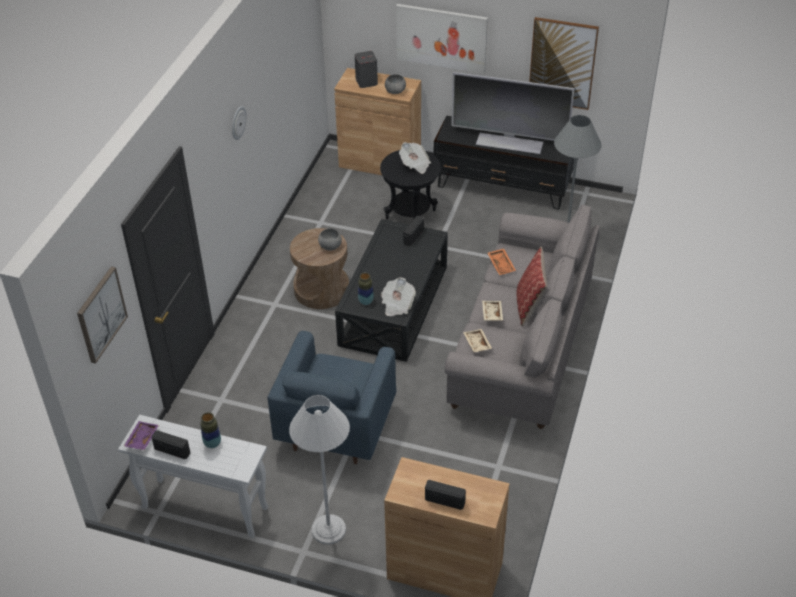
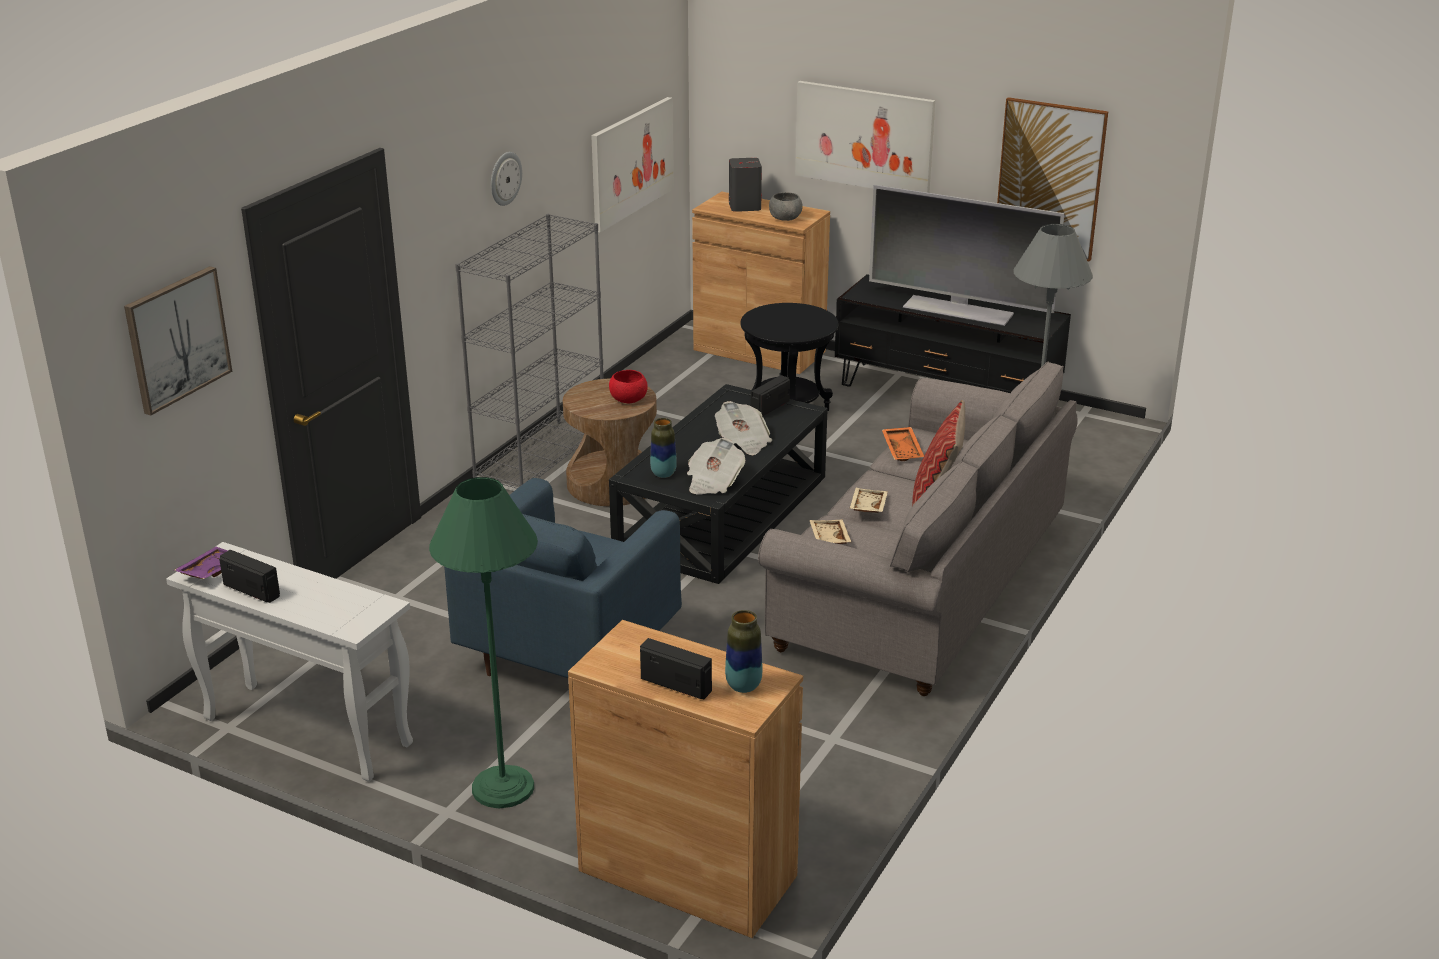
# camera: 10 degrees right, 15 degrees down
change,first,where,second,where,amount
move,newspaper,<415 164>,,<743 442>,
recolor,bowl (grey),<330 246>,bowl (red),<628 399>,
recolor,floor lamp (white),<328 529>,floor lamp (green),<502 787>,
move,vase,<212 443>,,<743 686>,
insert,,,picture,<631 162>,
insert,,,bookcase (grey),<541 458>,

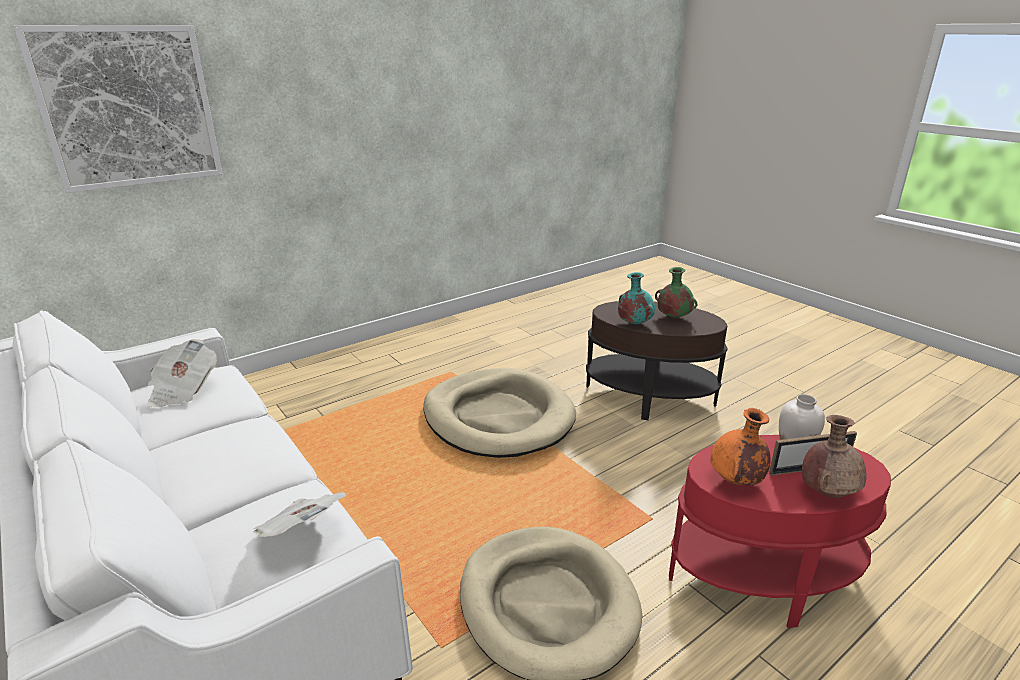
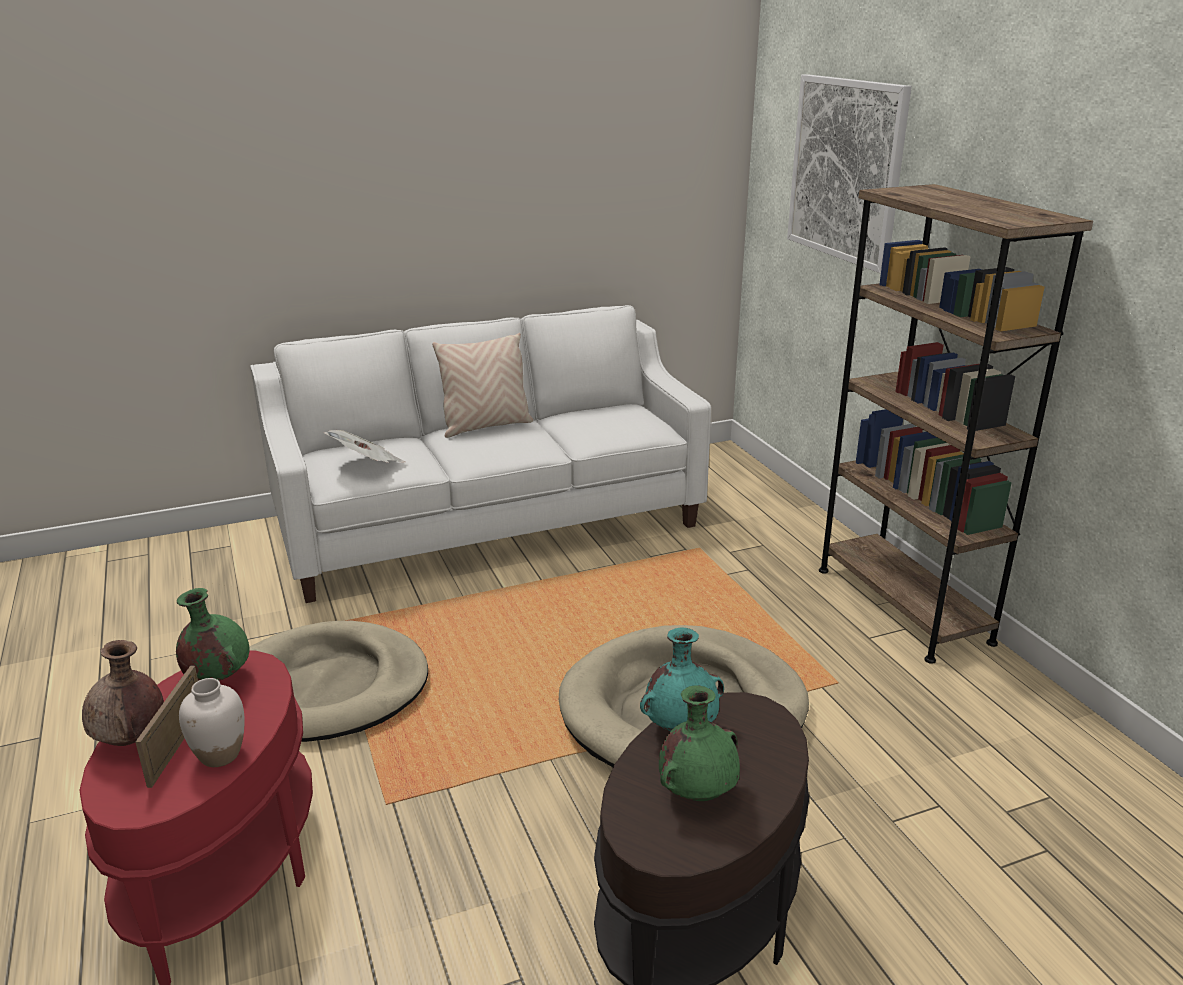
# camera: 105 degrees right, 0 degrees up
change,first,where,second,where,amount
delete,newspaper,<183 390>,,,
recolor,vase (orange),<735 481>,vase (green),<217 677>,
insert,,,bookcase (brown),<902 605>,
insert,,,pillow (beige),<486 426>,

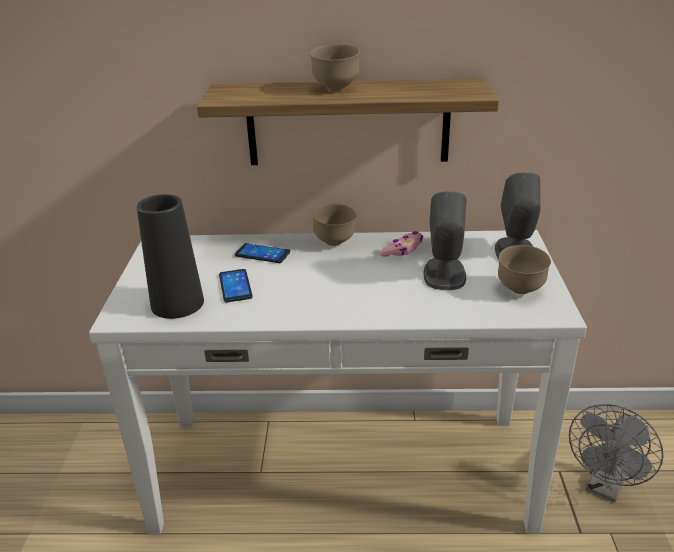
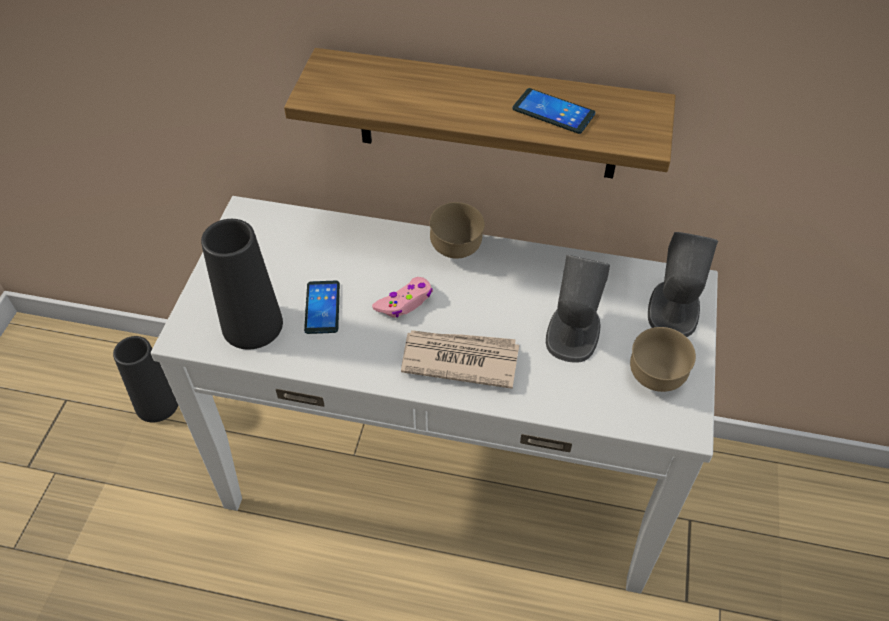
# camera: 10 degrees right, 20 degrees up
change,first,where,second,where,amount
delete,bowl (brown),<335 89>,,,
move,game controller (pink),<402 250>,,<405 302>,
move,phone,<262 254>,,<553 112>,
delete,fan (grey),<605 487>,,,
insert,,,newspaper,<459 359>,
insert,,,vase (black),<157 404>,

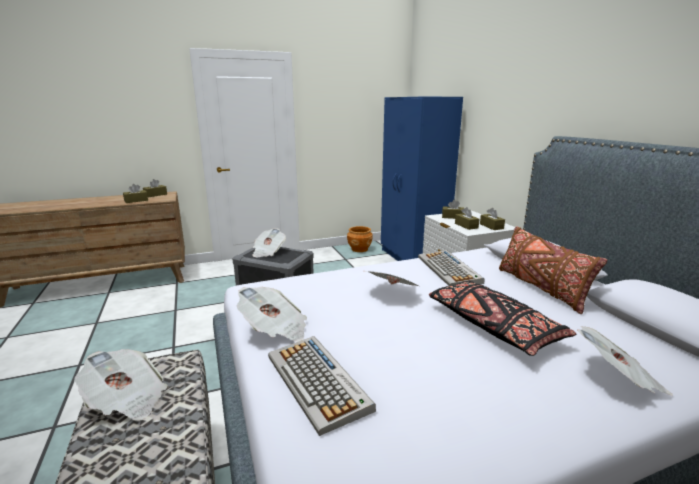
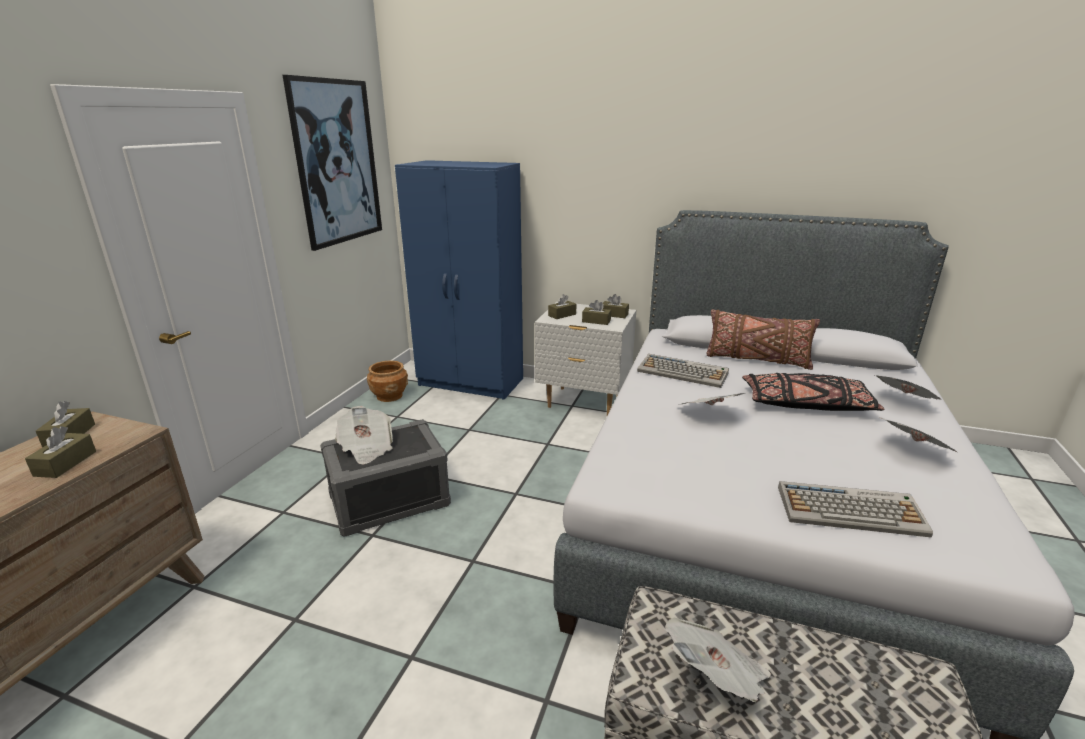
# camera: 50 degrees left, 5 degrees up
change,first,where,second,where,amount
move,newspaper,<275 330>,,<915 452>,
insert,,,picture,<337 163>,

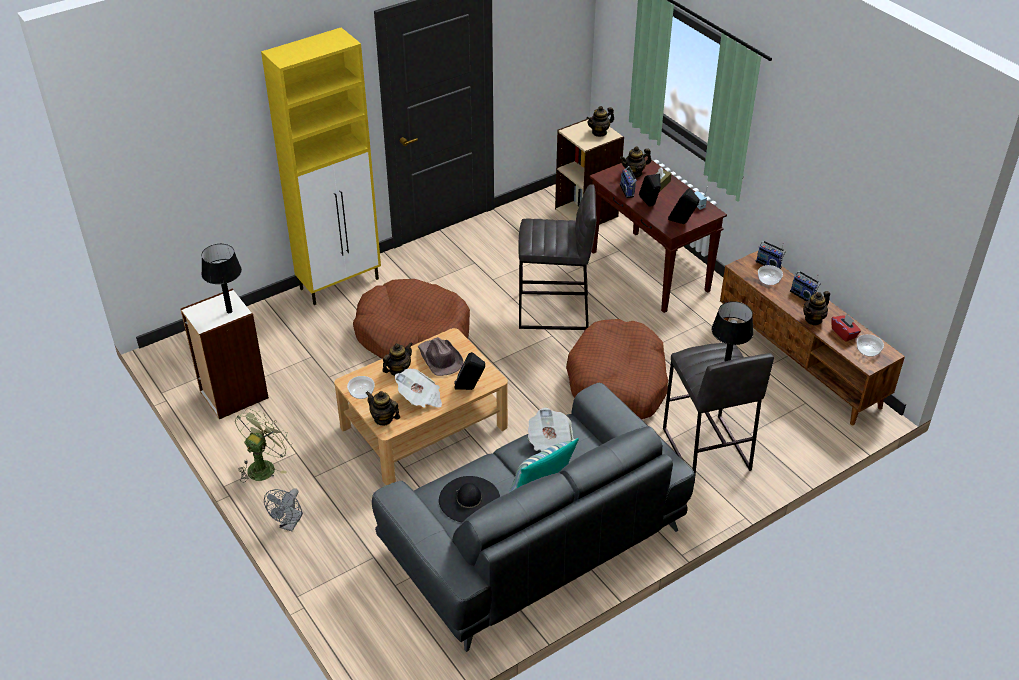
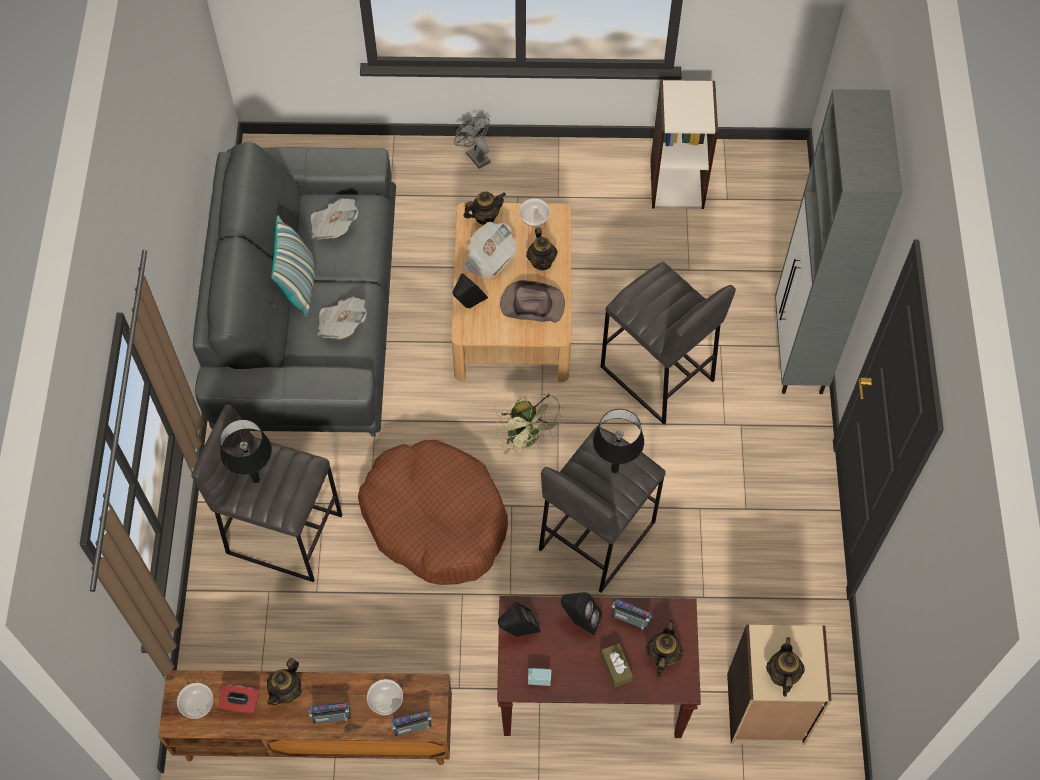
# camera: 125 degrees right, 20 degrees up
change,first,where,second,where,amount
recolor,cabinet (yellow),<340 283>,cabinet (grey),<798 353>,
move,table lamp (black),<229 311>,,<614 470>,
replace,dog bed (brown),<413 335>,stool (grey),<657 375>,
rotate,teapot,<813 319>,,<287 691>,150 degrees counterclockwise
move,fan (green),<264 466>,,<528 439>,
replace,hat (black),<469 499>,newspaper,<334 226>,

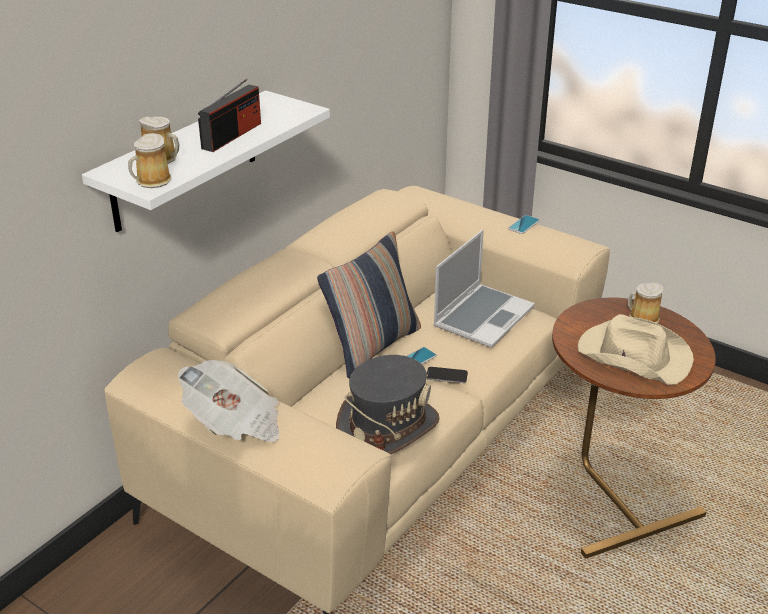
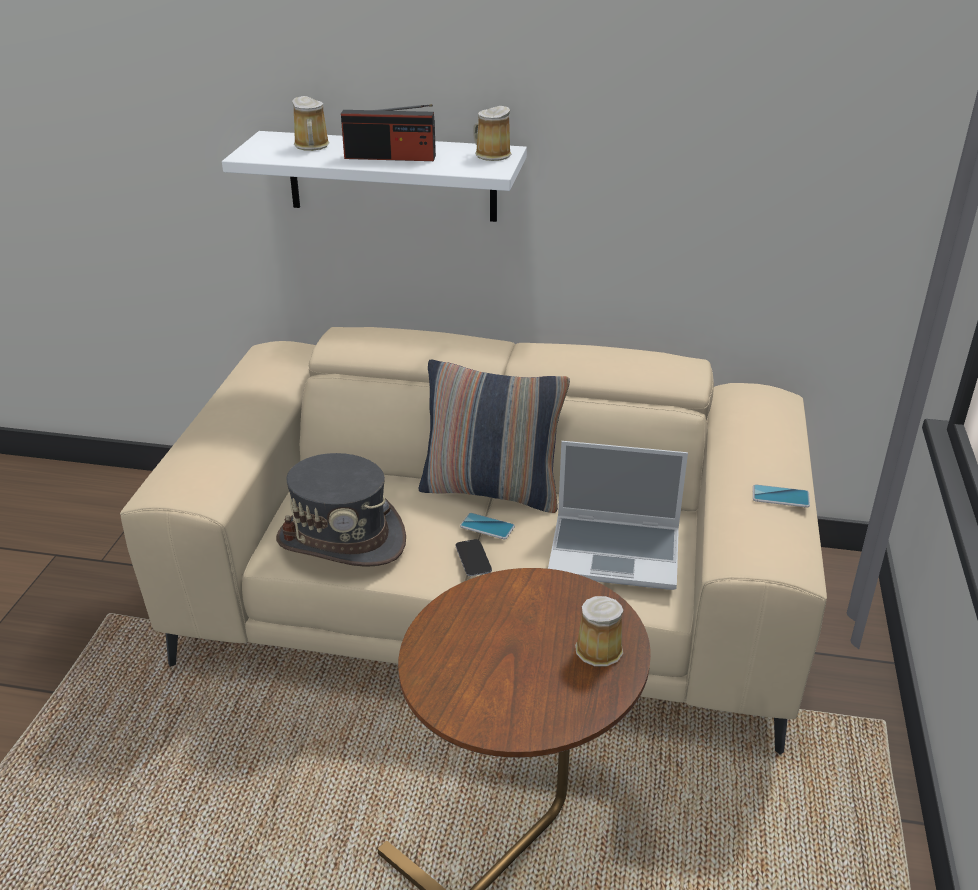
# camera: 65 degrees right, 0 degrees up
change,first,where,second,where,amount
move,mug,<151 181>,,<491 155>,
delete,hat (beige),<633 355>,,,
delete,newspaper,<235 424>,,,

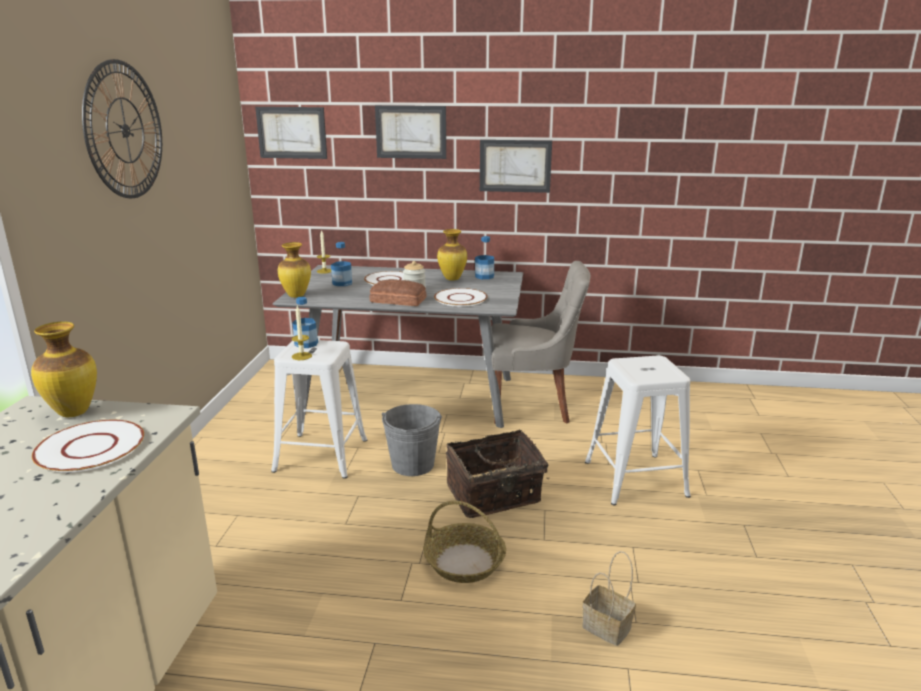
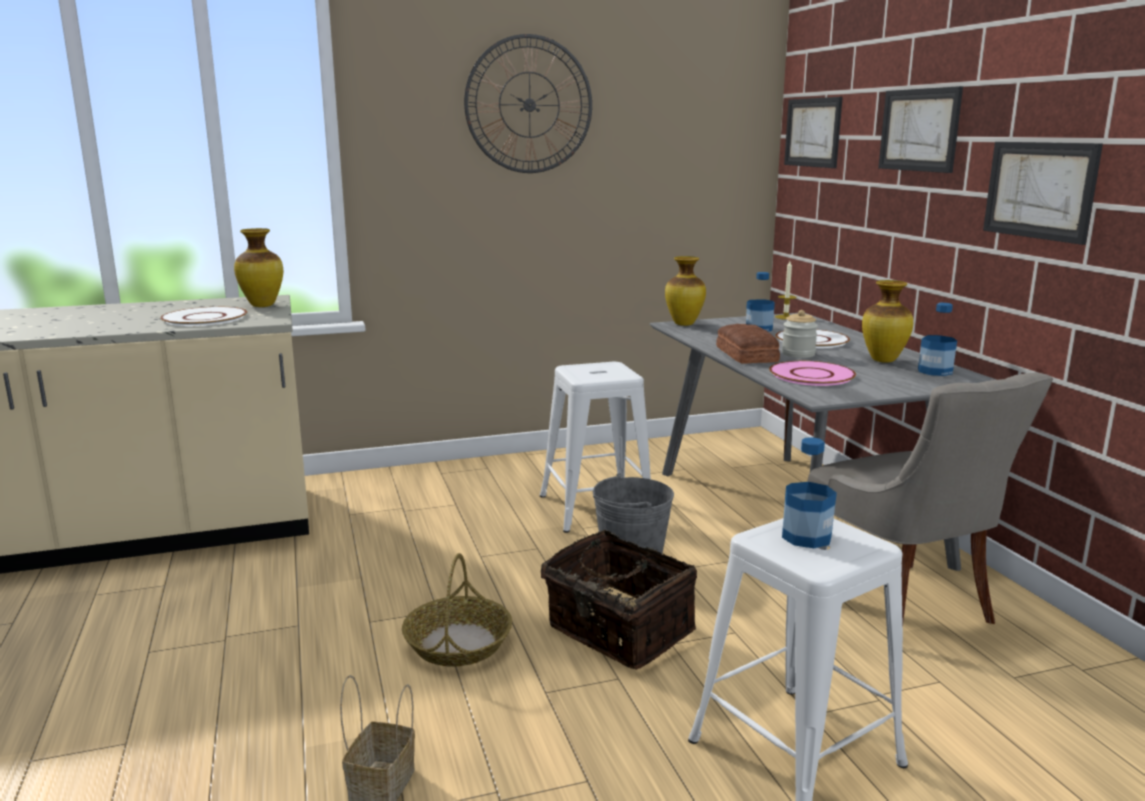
# camera: 65 degrees right, 5 degrees down
change,first,where,second,where,amount
recolor,plate (white),<460 298>,plate (pink),<812 375>,
move,bottle,<306 344>,,<806 537>,
delete,candle,<301 356>,,,

